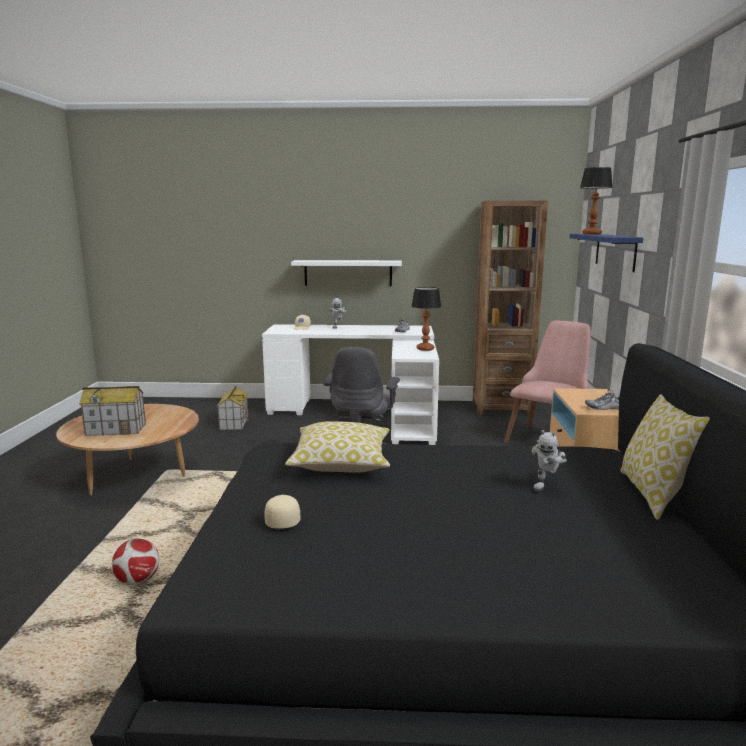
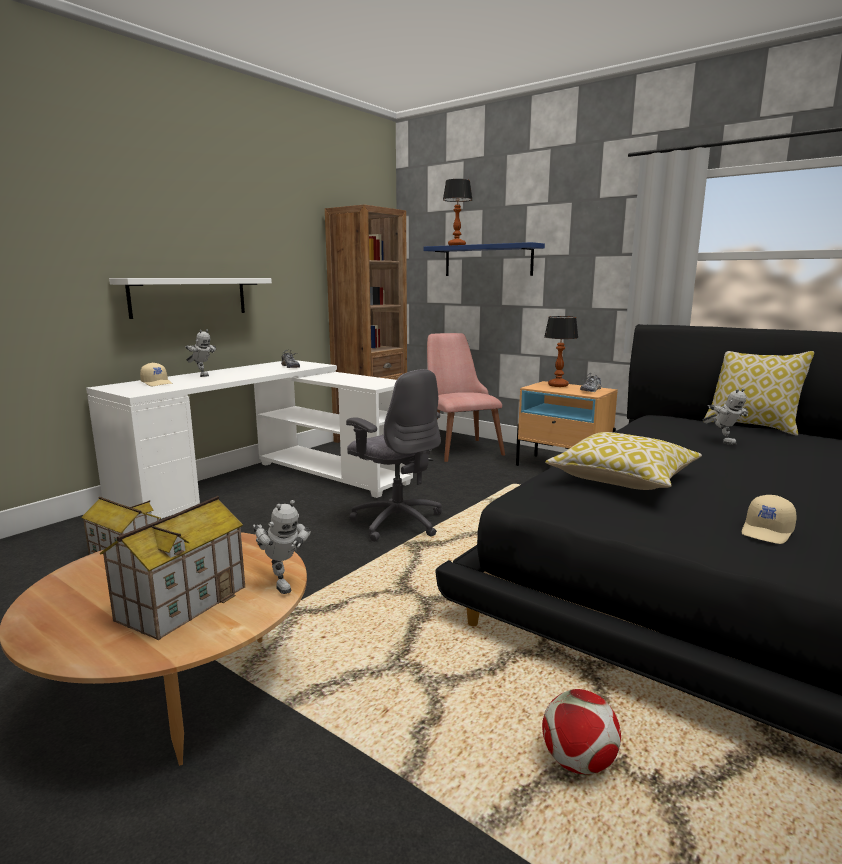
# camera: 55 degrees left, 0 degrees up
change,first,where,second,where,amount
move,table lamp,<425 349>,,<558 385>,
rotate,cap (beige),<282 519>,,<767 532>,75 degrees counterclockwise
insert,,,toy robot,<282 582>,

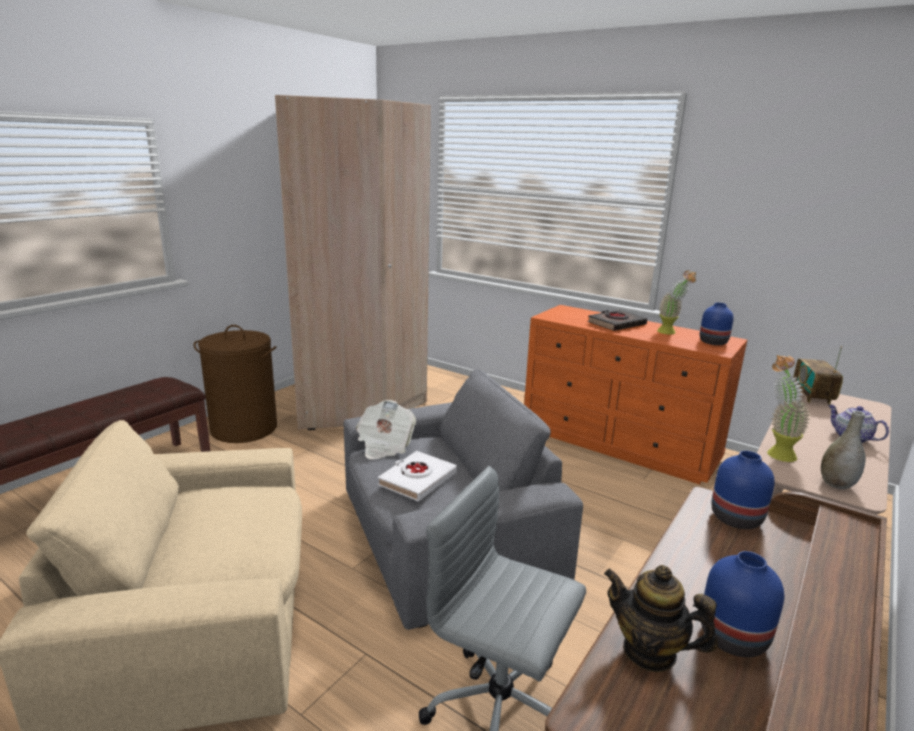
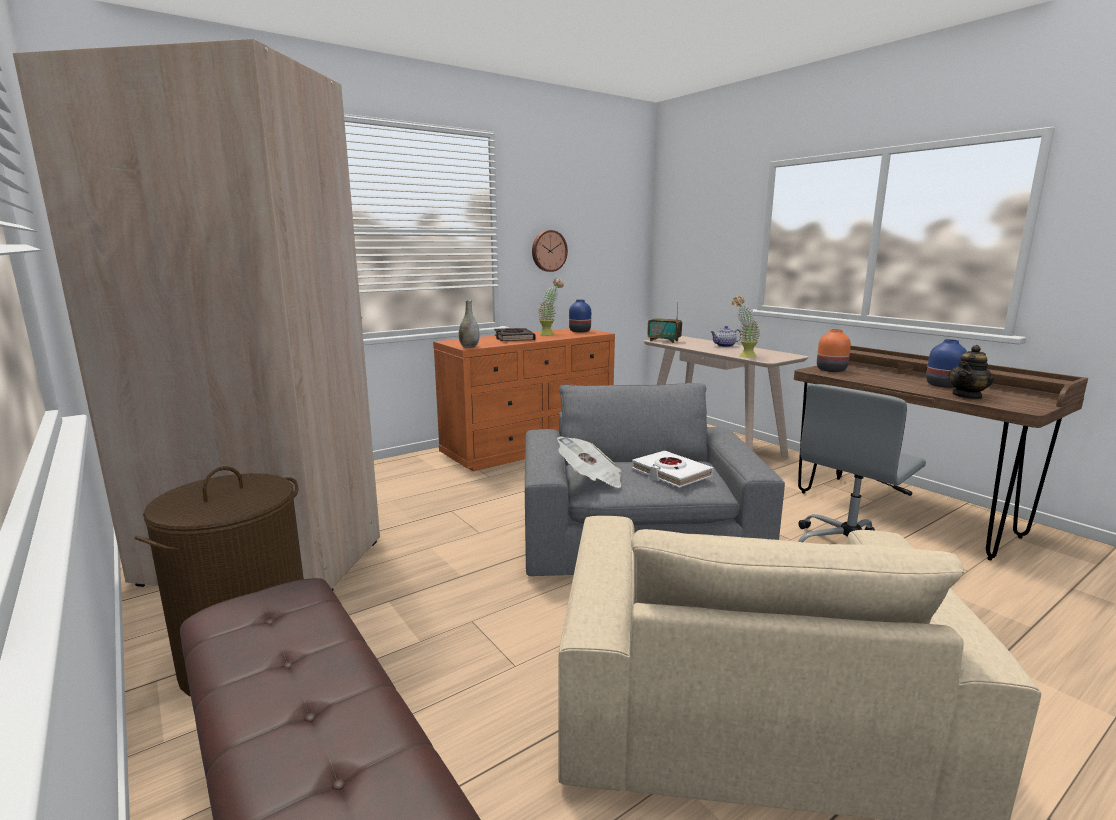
# camera: 70 degrees left, 5 degrees down
change,first,where,second,where,amount
move,vase (grey),<836 484>,,<469 347>,
recolor,vase (blue),<736 519>,vase (orange),<832 370>,
insert,,,wall clock,<548 251>,

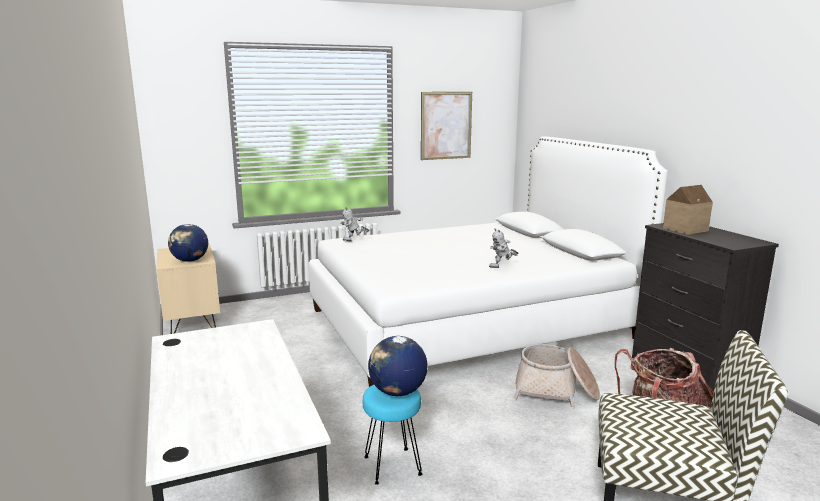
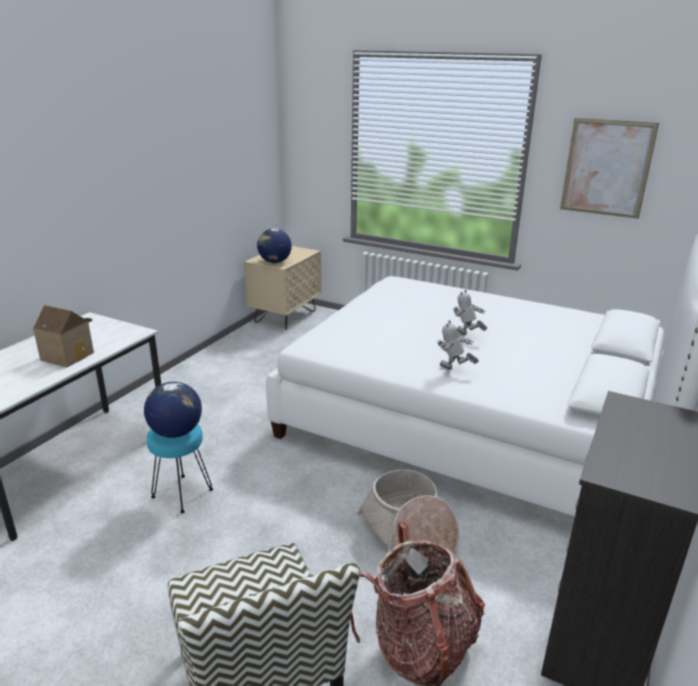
# camera: 50 degrees right, 10 degrees up
change,first,where,second,where,amount
move,toy house,<683 229>,,<69 355>,
move,toy robot,<353 241>,,<466 336>,

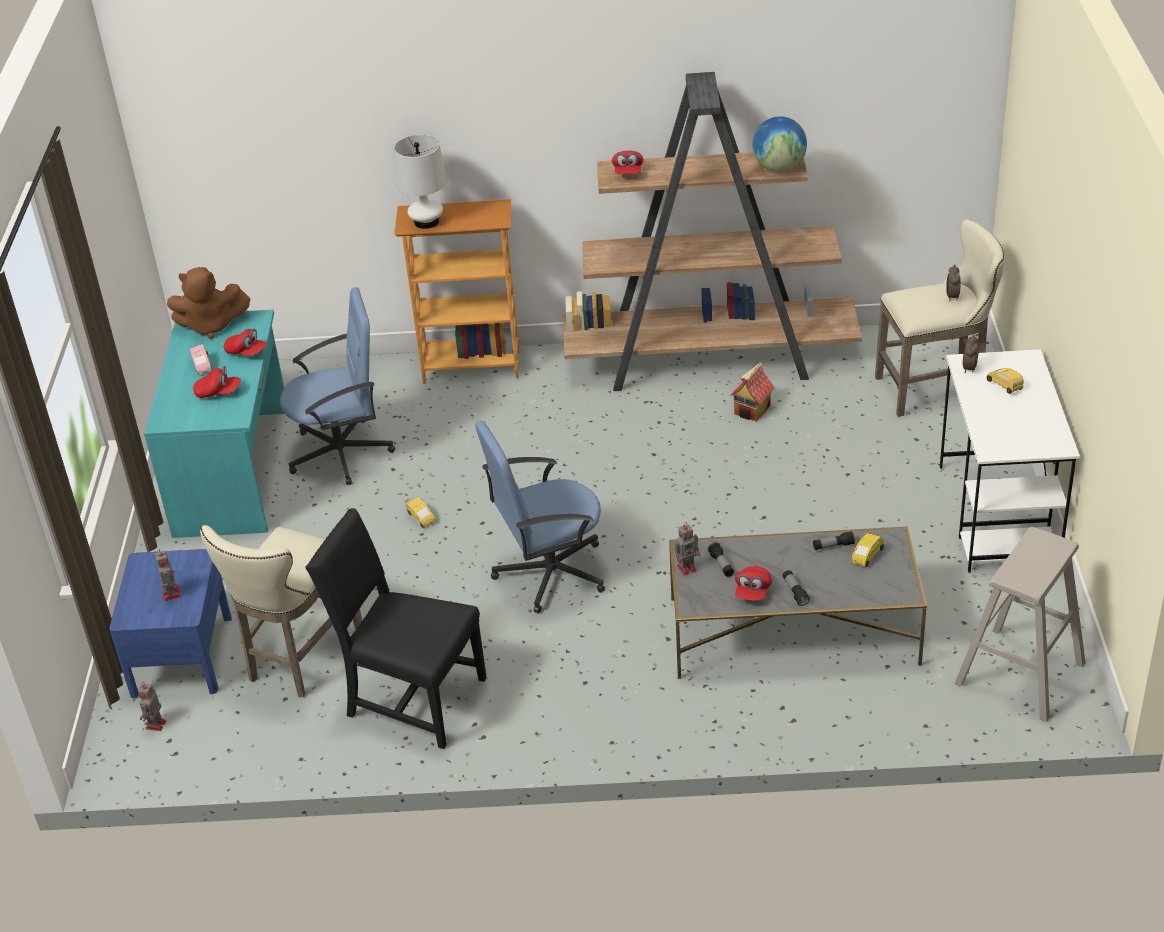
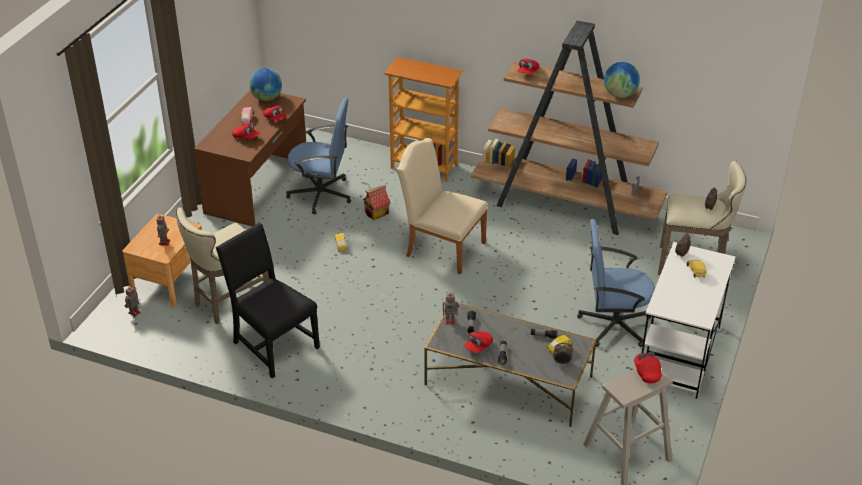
# camera: 20 degrees right, 0 degrees up
change,first,where,second,where,amount
delete,table lamp (white),<426 222>,,,
replace,plush toy (brown),<211 326>,globe,<266 98>,
recolor,desk (turquoise),<235 471>,desk (brown),<258 187>,
move,toy house,<752 410>,,<376 213>,
move,office chair (blue),<549 573>,,<613 325>,
recolor,nightstand (blue),<182 656>,nightstand (brown),<169 280>,
insert,,,chair (beige),<441 247>,
insert,,,alarm clock,<562 362>,
insert,,,cap (red),<646 372>,

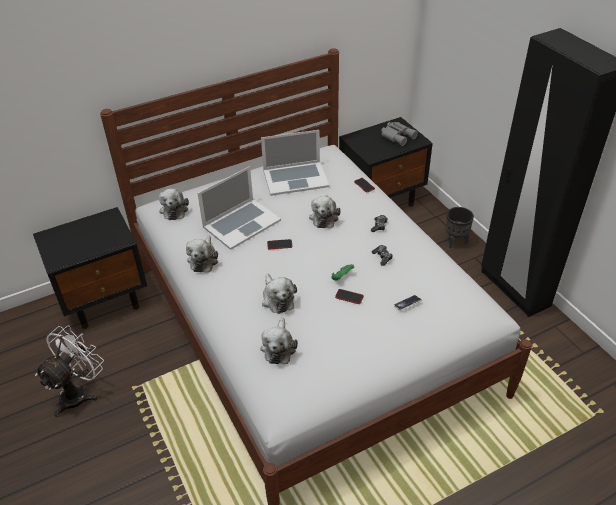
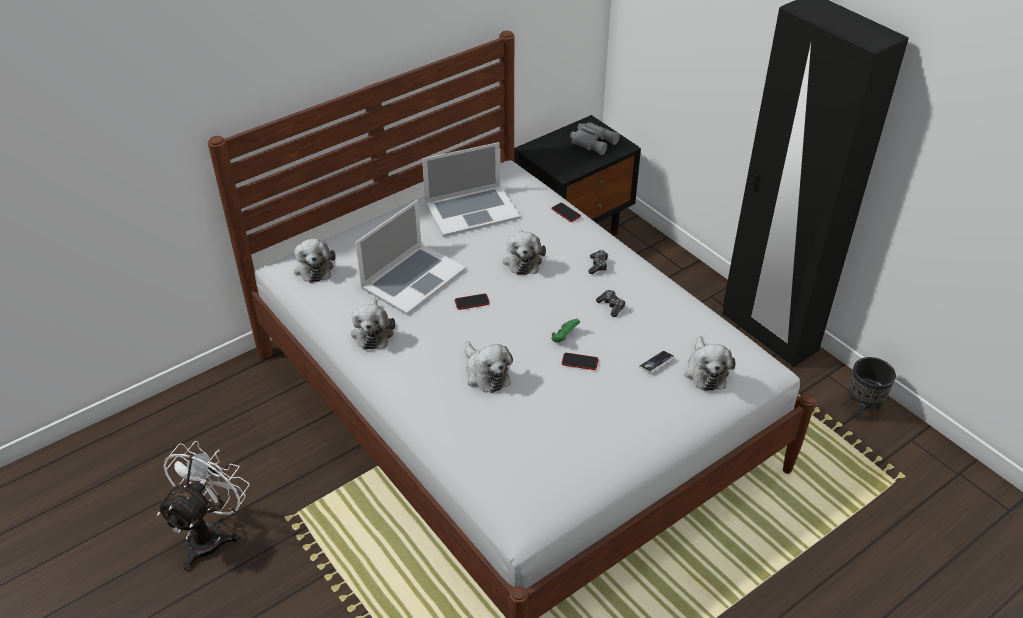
# camera: 10 degrees left, 0 degrees up
change,first,where,second,where,amount
delete,nightstand (black),<105 300>,,,
move,planter (black),<455 242>,,<862 408>,
move,plush toy,<278 347>,,<706 371>,

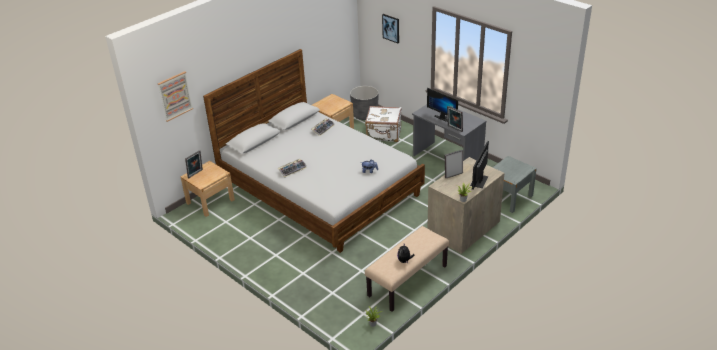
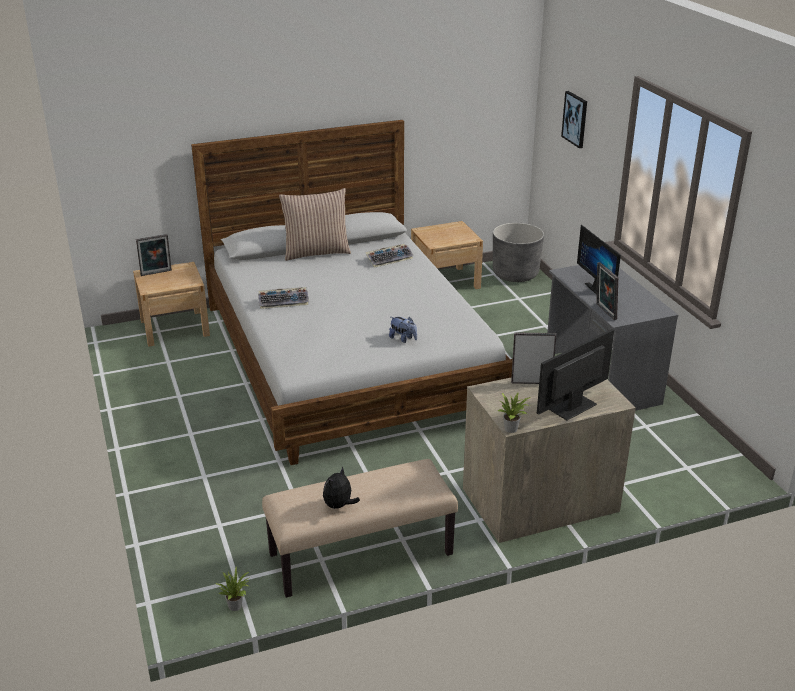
# camera: 25 degrees right, 5 degrees down
change,first,where,second,where,amount
delete,picture,<175 96>,,,
delete,suitcase (white),<384 134>,,,
delete,nightstand (grey),<508 197>,,,
insert,,,pillow,<316 252>,

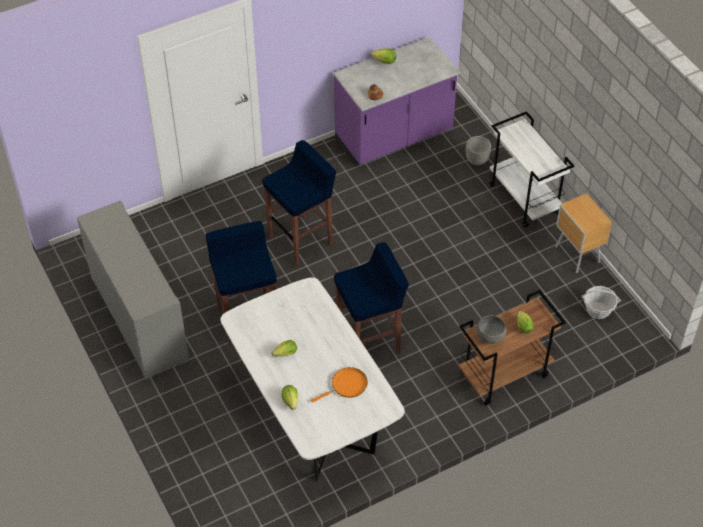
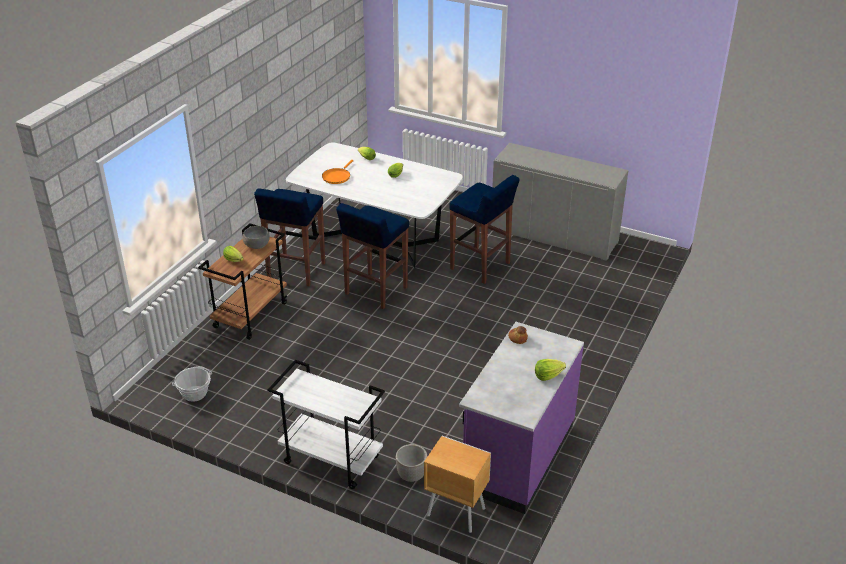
# camera: 145 degrees right, 15 degrees down
change,first,where,second,where,amount
move,stool (blue),<301 239>,,<296 271>,
move,nightstand (brown),<577 255>,,<455 511>,

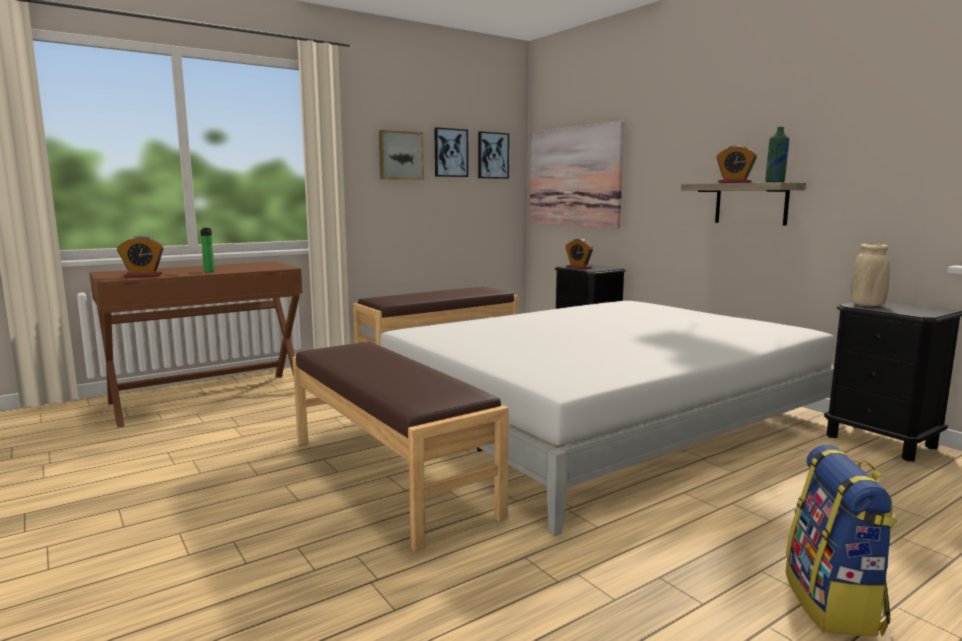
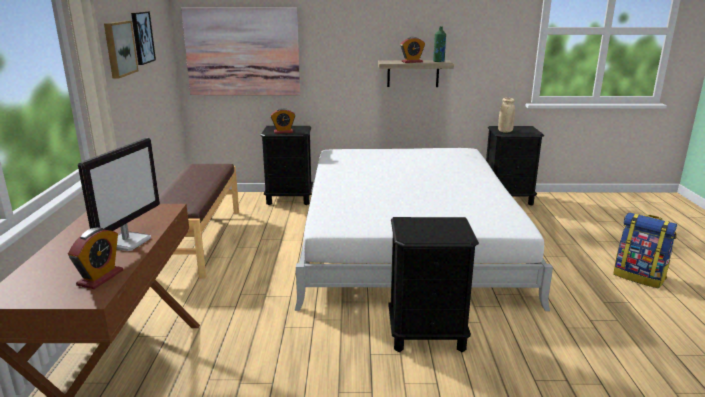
# camera: 55 degrees left, 10 degrees up
change,first,where,second,where,amount
delete,picture,<492 155>,,,
replace,bottle,<209 271>,monitor,<128 241>,
replace,bench (brown),<390 475>,nightstand (black),<427 335>,

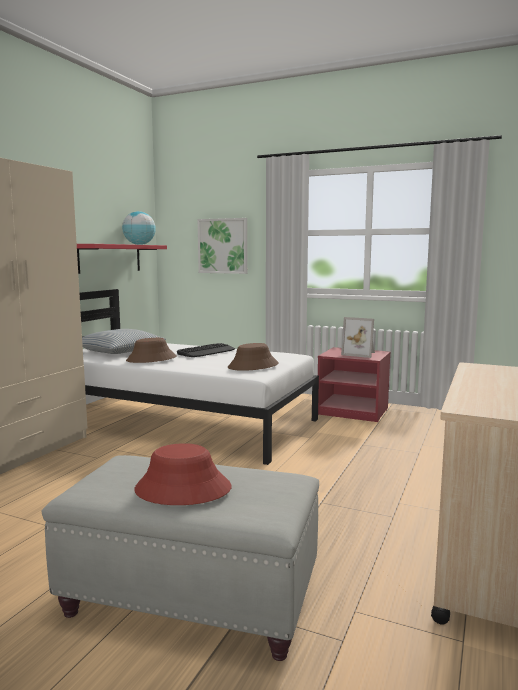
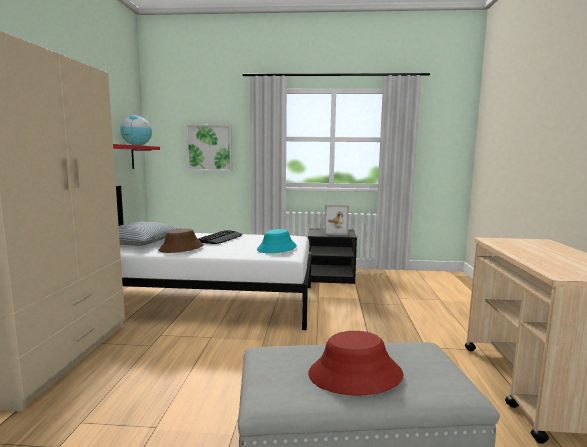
# camera: 20 degrees left, 0 degrees up
change,first,where,second,where,amount
recolor,hat (brown),<253 366>,hat (turquoise),<277 248>,
recolor,nightstand (red),<354 411>,nightstand (black),<331 277>,

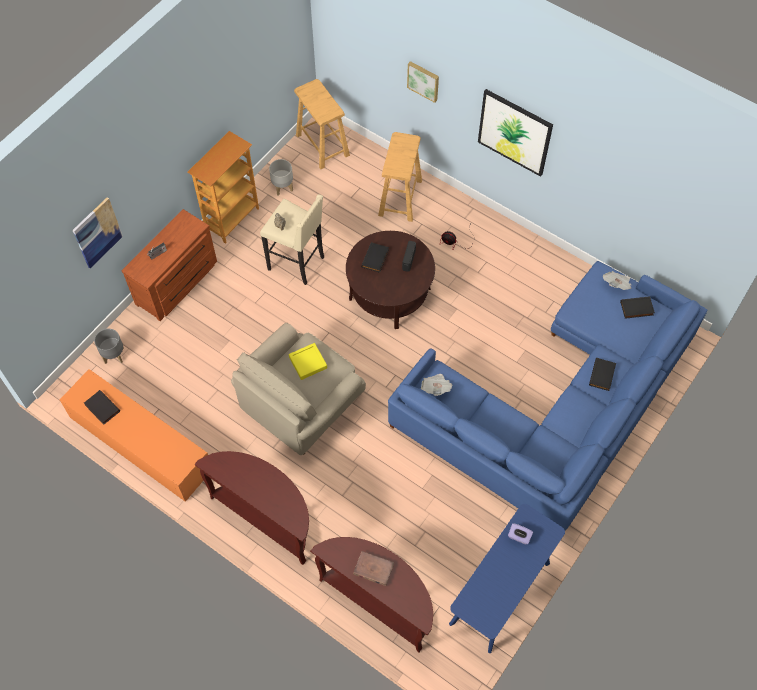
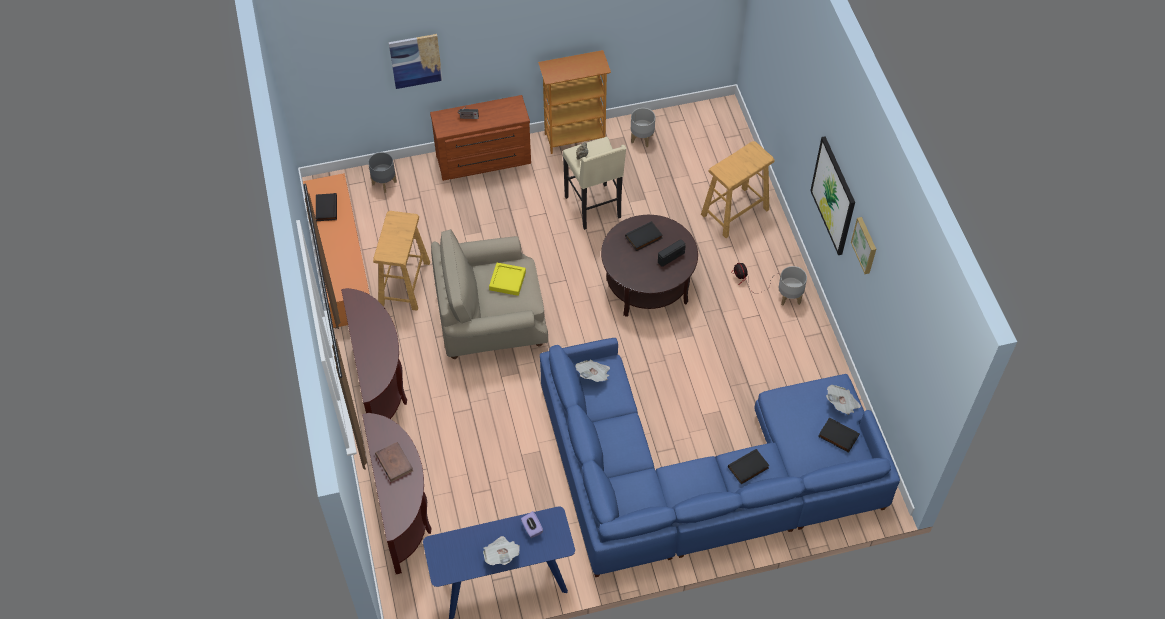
# camera: 40 degrees right, 5 degrees down
change,first,where,second,where,amount
move,picture,<423 80>,,<865 245>,
move,stool (beige),<322 145>,,<404 284>,
insert,,,planter (grey),<789 297>,
insert,,,newspaper,<501 555>,

